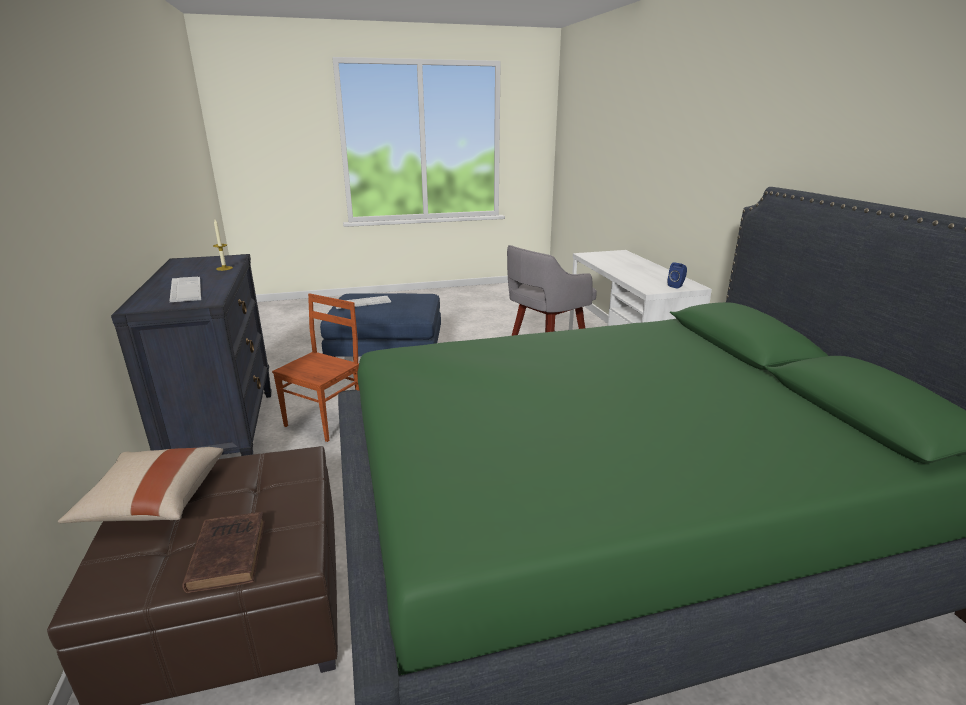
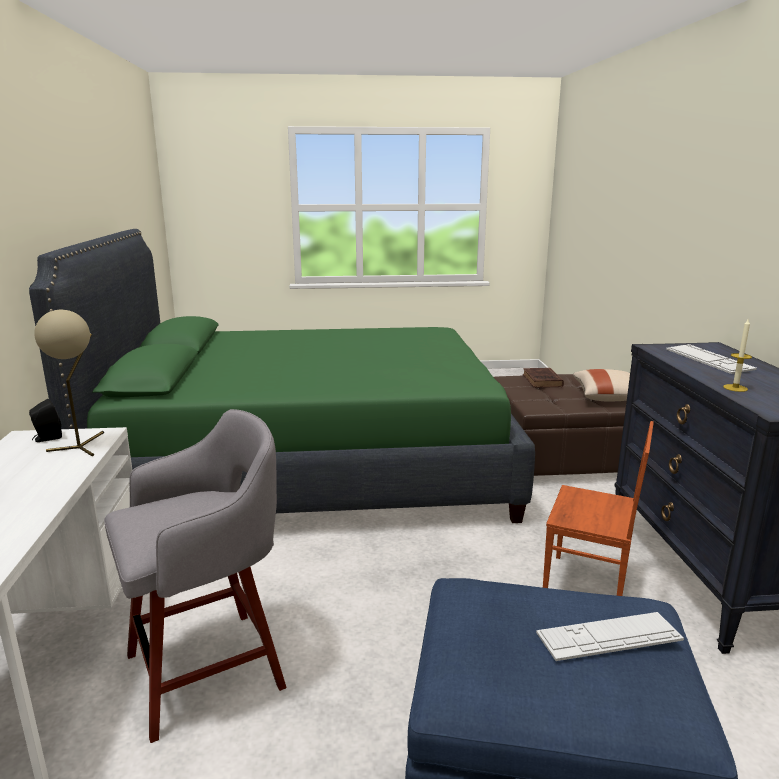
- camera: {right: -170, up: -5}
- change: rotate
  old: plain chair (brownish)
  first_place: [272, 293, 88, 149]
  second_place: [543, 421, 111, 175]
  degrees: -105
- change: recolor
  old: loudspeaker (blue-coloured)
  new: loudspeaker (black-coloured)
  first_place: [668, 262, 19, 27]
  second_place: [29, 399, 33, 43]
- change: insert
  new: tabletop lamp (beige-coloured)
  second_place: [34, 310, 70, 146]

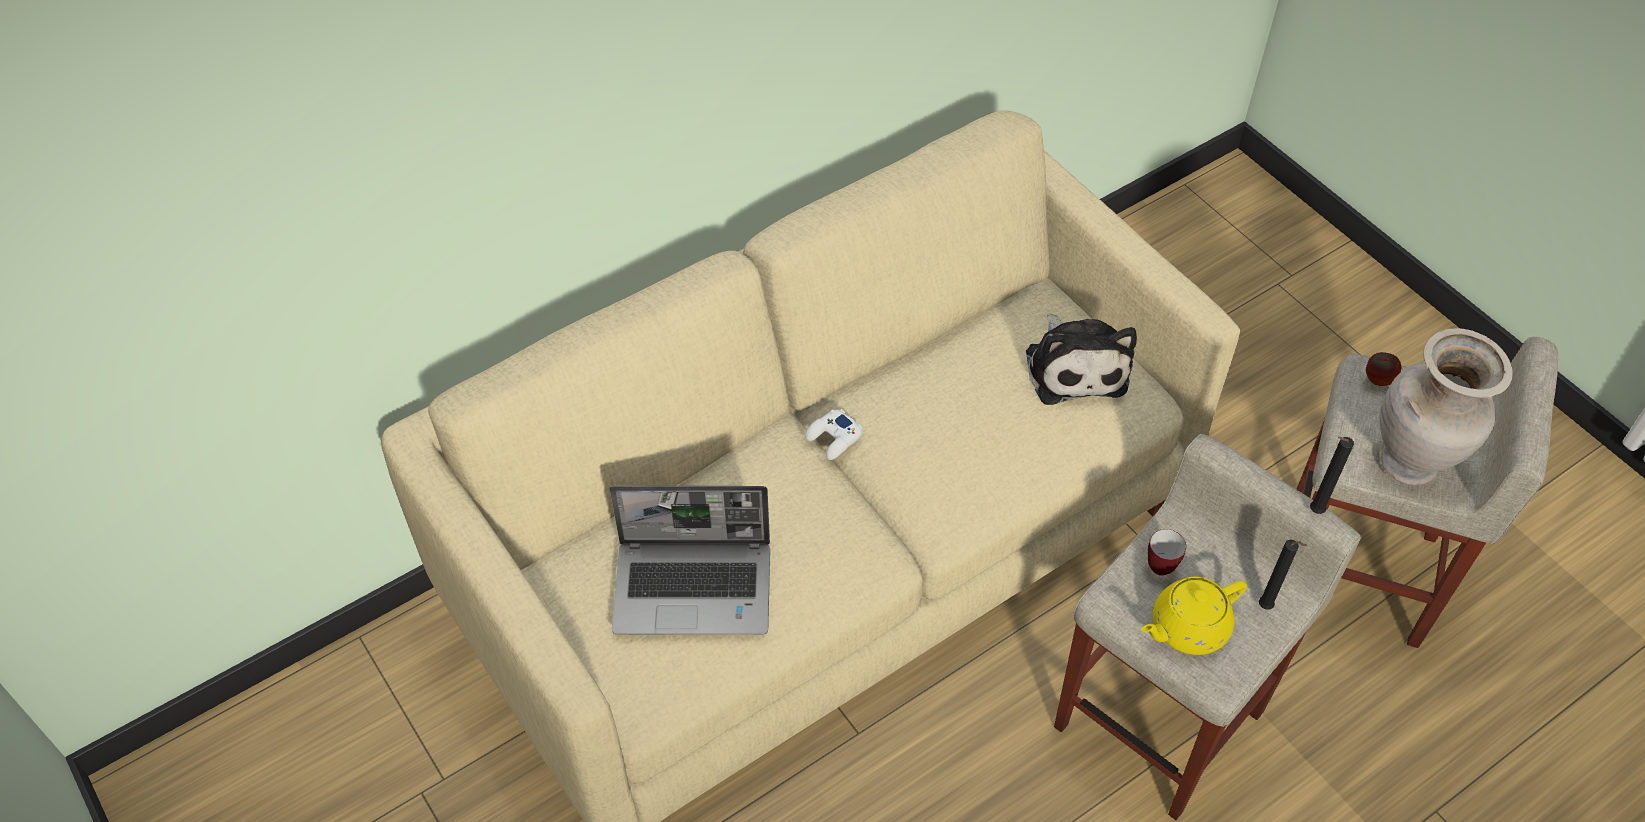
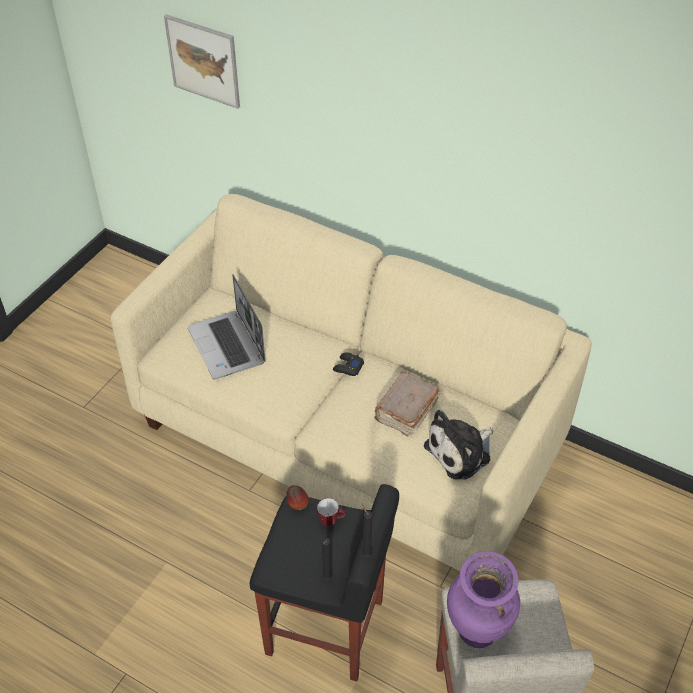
- camera: {right: 65, up: -5}
- change: recolor
  old: game controller (white)
  new: game controller (black-coloured)
  first_place: [805, 409, 57, 51]
  second_place: [333, 352, 31, 24]
- change: recolor
  old: stool (beige-coloured)
  new: stool (black-coloured)
  first_place: [1054, 434, 308, 386]
  second_place: [250, 484, 149, 198]
- change: delete
  old: tea pot (yellowish)
  first_place: [1141, 576, 106, 79]
- change: move
  old: apple
  first_place: [1366, 352, 35, 34]
  second_place: [287, 485, 22, 25]
- change: recolor
  old: vase (beige-coloured)
  new: vase (purple)
  first_place: [1379, 328, 134, 157]
  second_place: [447, 551, 73, 97]
- change: insert
  new: wall art
  second_place: [164, 14, 76, 95]
- change: insert
  new: bound book (brownish)
  second_place: [374, 372, 66, 64]

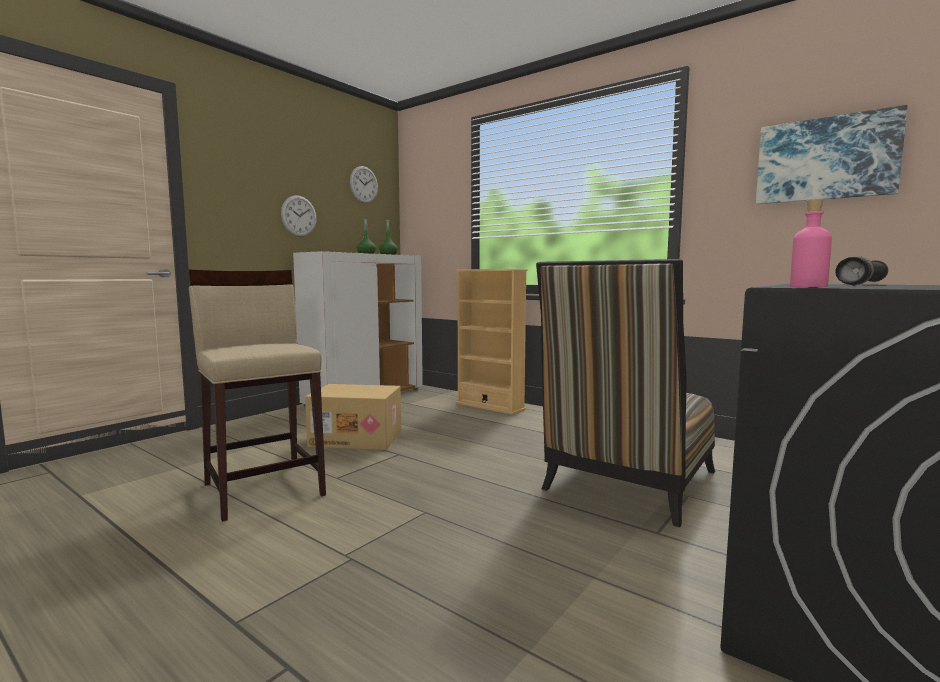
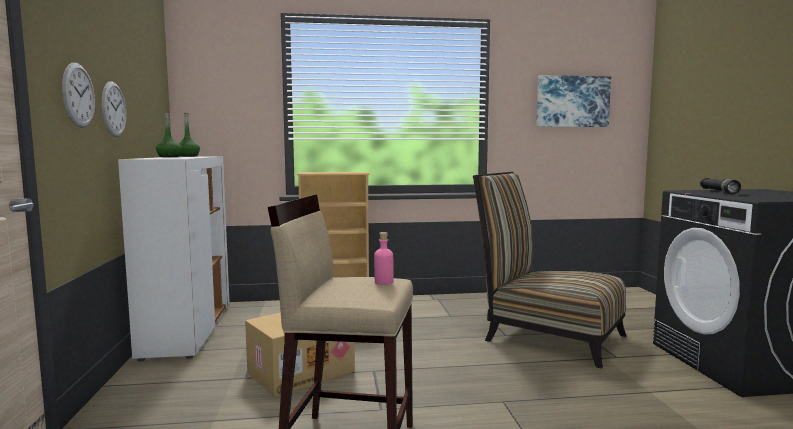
- camera: {right: -45, up: 0}
- change: move
  old: hanging clock
  first_place: [350, 166, 28, 37]
  second_place: [62, 63, 33, 65]
- change: rotate
  old: plain chair
  first_place: [536, 259, 179, 268]
  second_place: [473, 172, 153, 197]
  degrees: 135
- change: move
  old: bottle (pinkish)
  first_place: [790, 199, 42, 88]
  second_place: [374, 232, 20, 53]

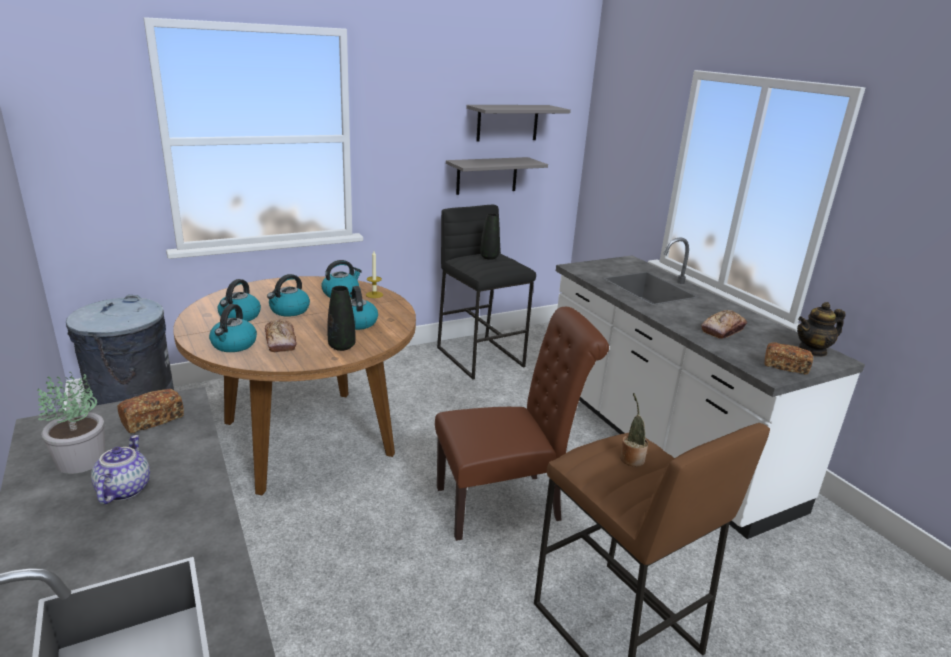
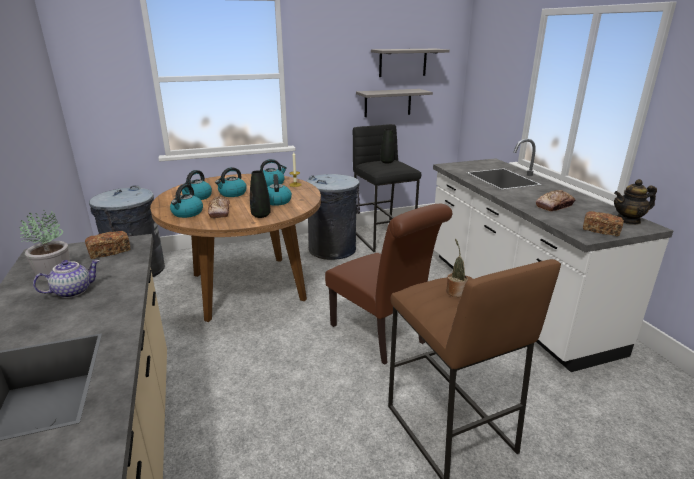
- camera: {right: 10, up: 0}
- change: rotate
  old: tea pot
  first_place: [91, 435, 59, 69]
  second_place: [33, 260, 67, 38]
  degrees: 45
- change: rotate
  old: plain chair (brownish)
  first_place: [435, 307, 174, 234]
  second_place: [325, 204, 127, 161]
  degrees: 60
- change: insert
  new: trash can (grey)
  second_place: [306, 174, 54, 86]

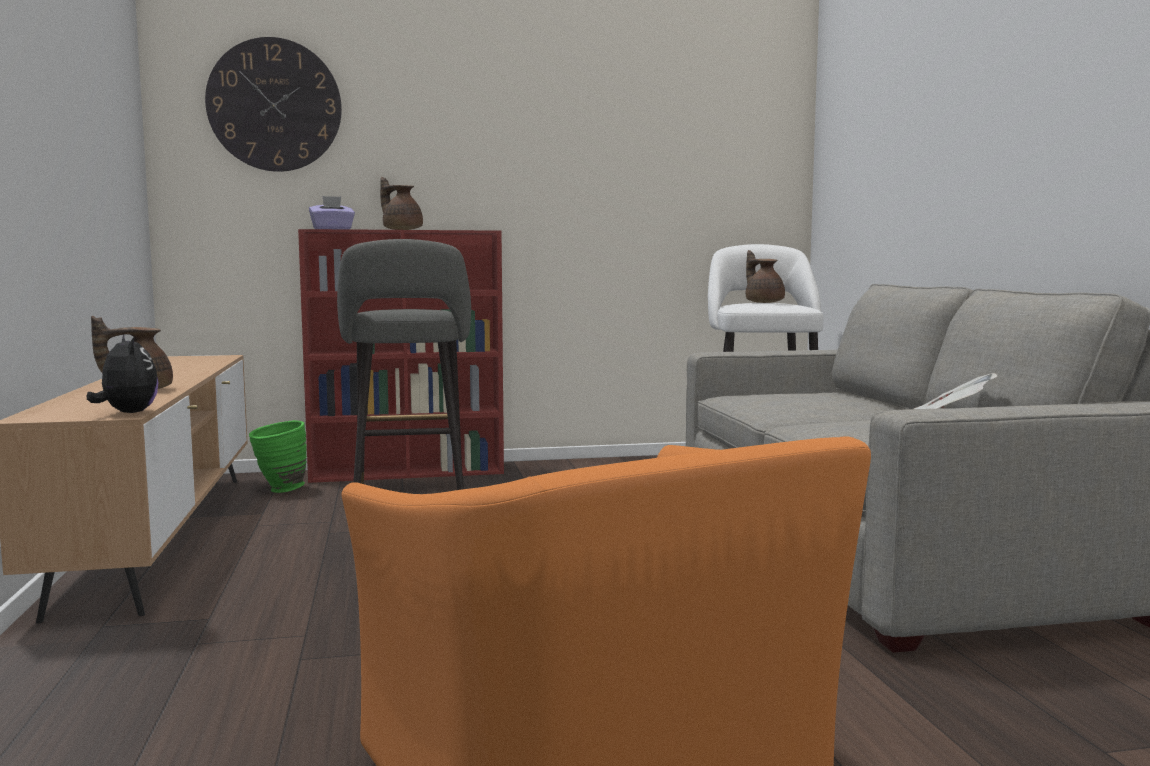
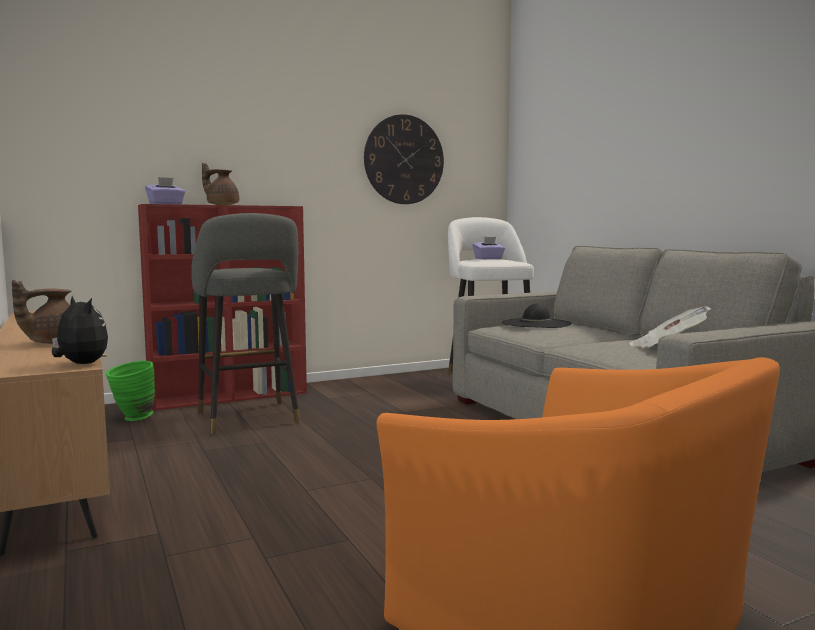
- camera: {right: -15, up: 0}
- change: move
  old: hanging clock
  first_place: [205, 37, 137, 135]
  second_place: [364, 114, 80, 90]
- change: replace
  old: tea pot (brownish)
  new: tissue holder (purple)
  first_place: [746, 250, 39, 53]
  second_place: [473, 237, 32, 22]
- change: insert
  new: clothing hat (black-coloured)
  second_place: [502, 304, 70, 24]

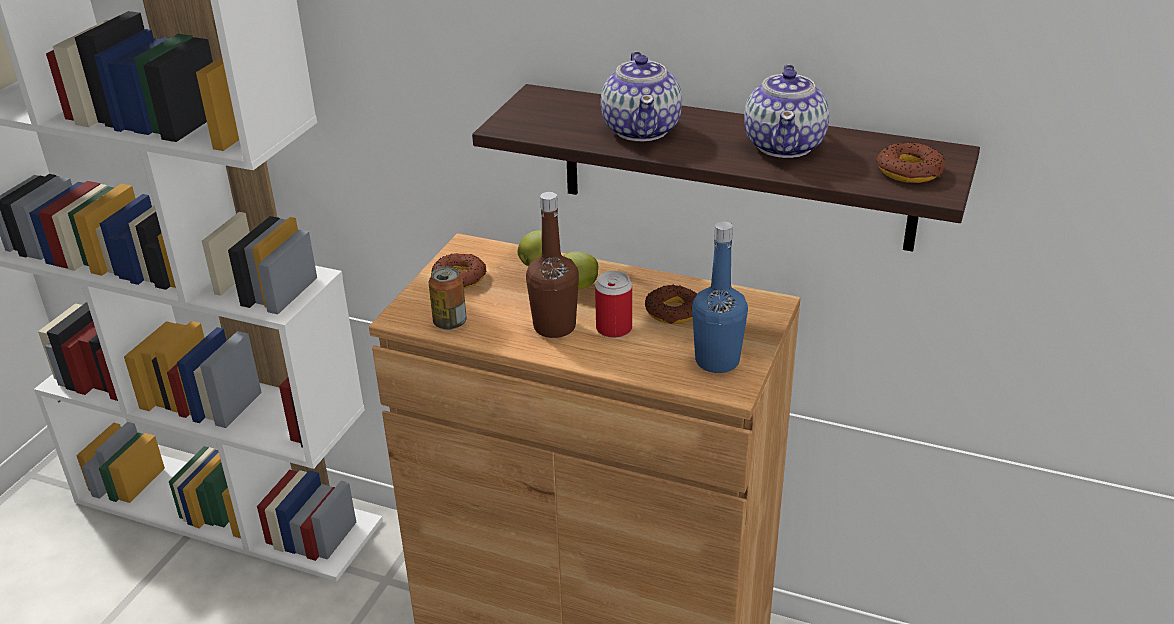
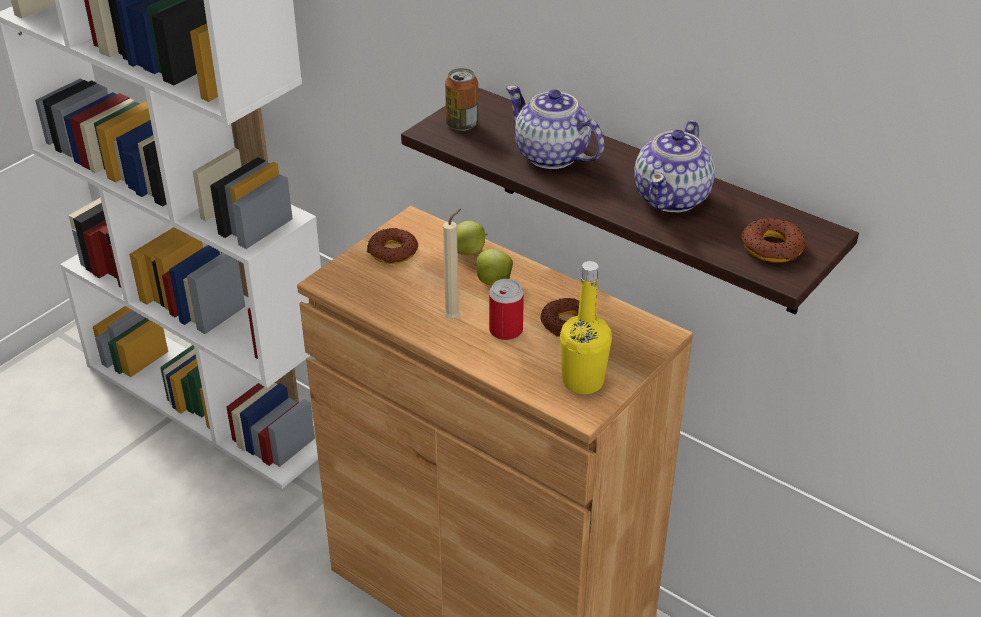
- camera: {right: 15, up: 5}
- change: move
  old: can
  first_place: [429, 266, 38, 64]
  second_place: [445, 68, 33, 63]
- change: replace
  old: bottle (brownish)
  new: candle (beige-coloured)
  first_place: [526, 192, 53, 146]
  second_place: [443, 209, 18, 110]
- change: rotate
  old: tea pot
  first_place: [601, 51, 81, 90]
  second_place: [506, 85, 98, 84]
  degrees: 120
- change: recolor
  old: bottle (blue-coloured)
  new: bottle (yellowish)
  first_place: [692, 221, 56, 152]
  second_place: [560, 261, 52, 134]

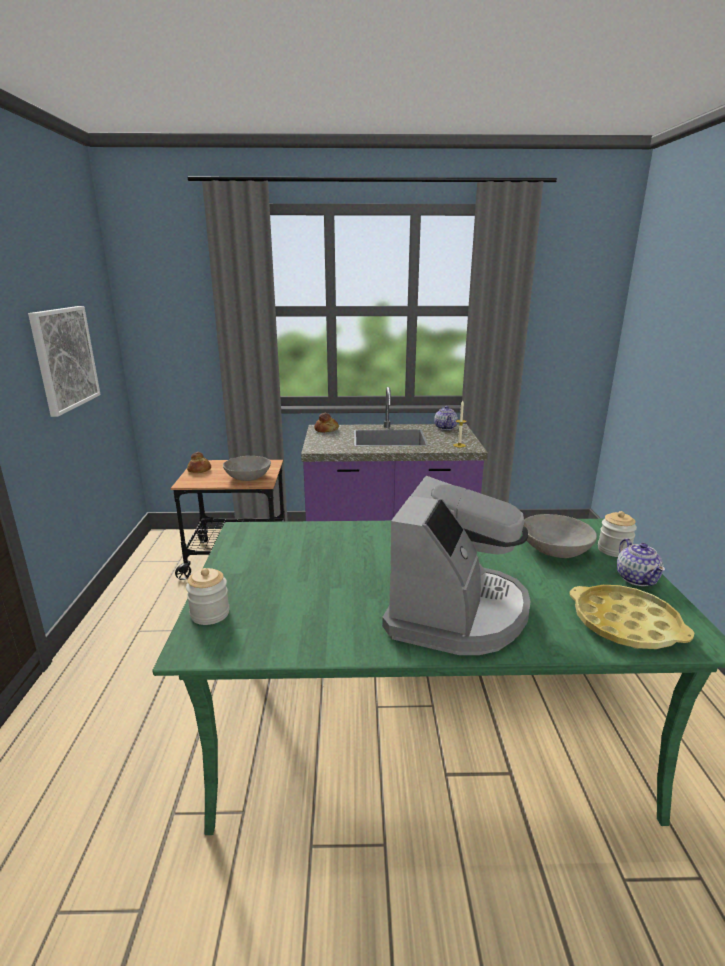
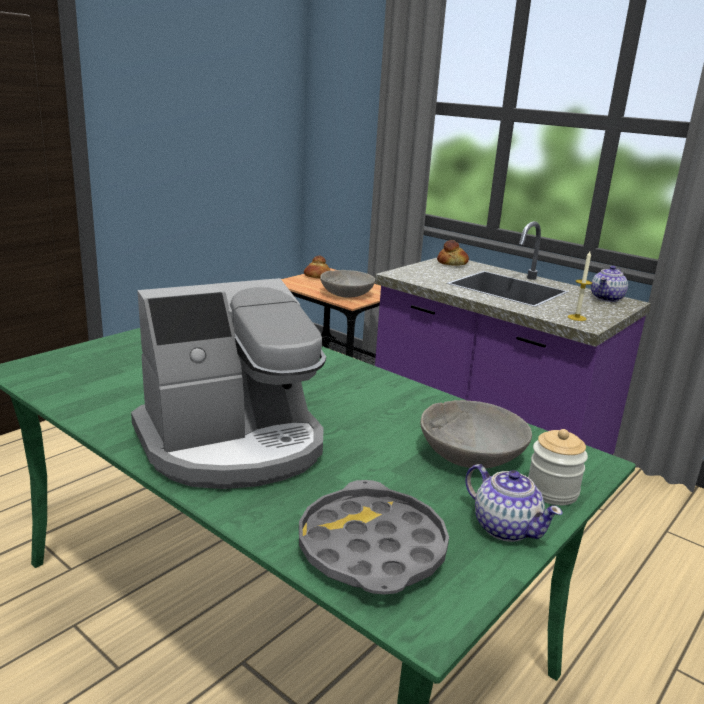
- camera: {right: 40, up: 0}
- change: delete
  old: wall art
  first_place: [28, 306, 73, 111]
- change: delete
  old: storage jar
  first_place: [186, 568, 44, 57]
- change: recolor
  old: carrying tray (yellowish)
  new: carrying tray (grey)
  first_place: [569, 585, 125, 64]
  second_place: [299, 480, 150, 115]
- change: rotate
  old: tea pot
  first_place: [617, 538, 49, 48]
  second_place: [465, 464, 97, 78]
  degrees: -75

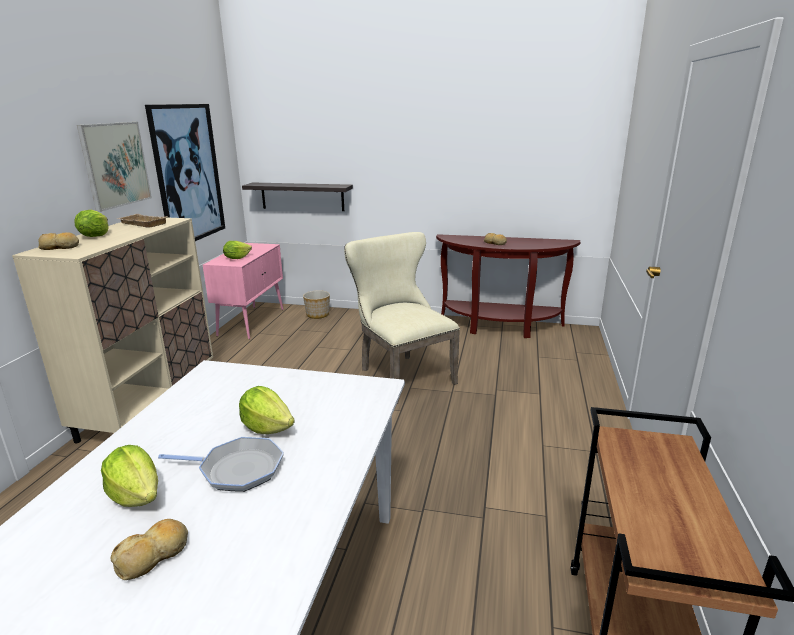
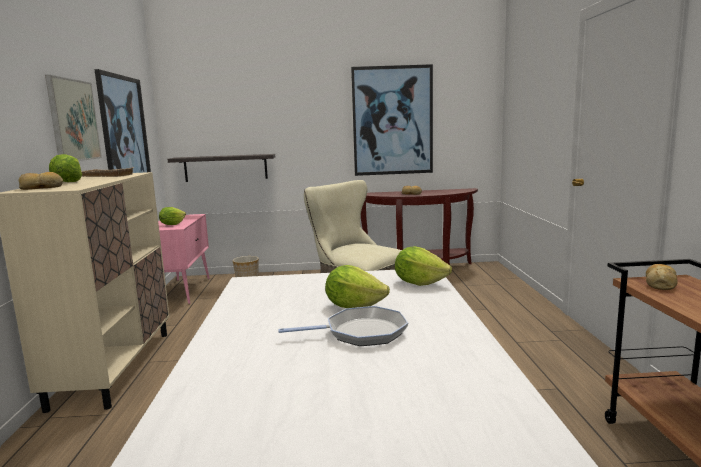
- camera: {right: -15, up: -10}
- change: move
  old: lettuce head
  first_place: [101, 445, 57, 62]
  second_place: [395, 246, 57, 40]
- change: move
  old: baked bread
  first_place: [111, 519, 77, 61]
  second_place: [646, 264, 32, 26]
- change: insert
  new: wall art
  second_place: [351, 64, 82, 112]

